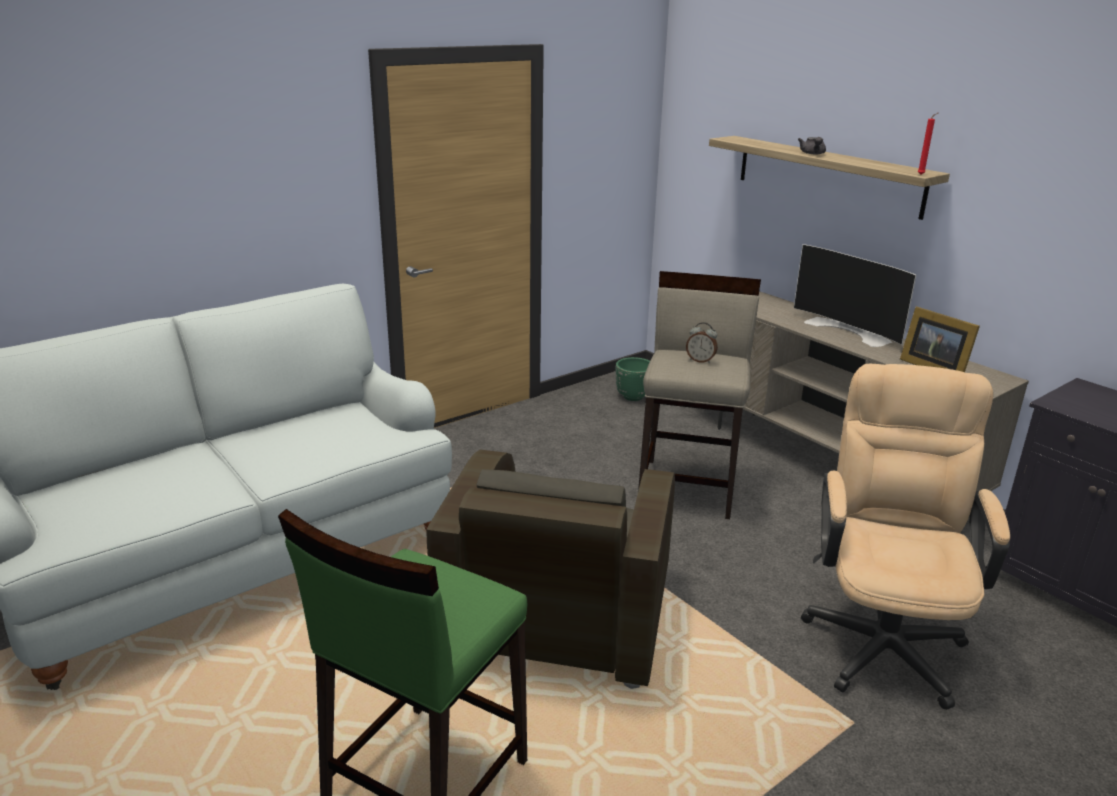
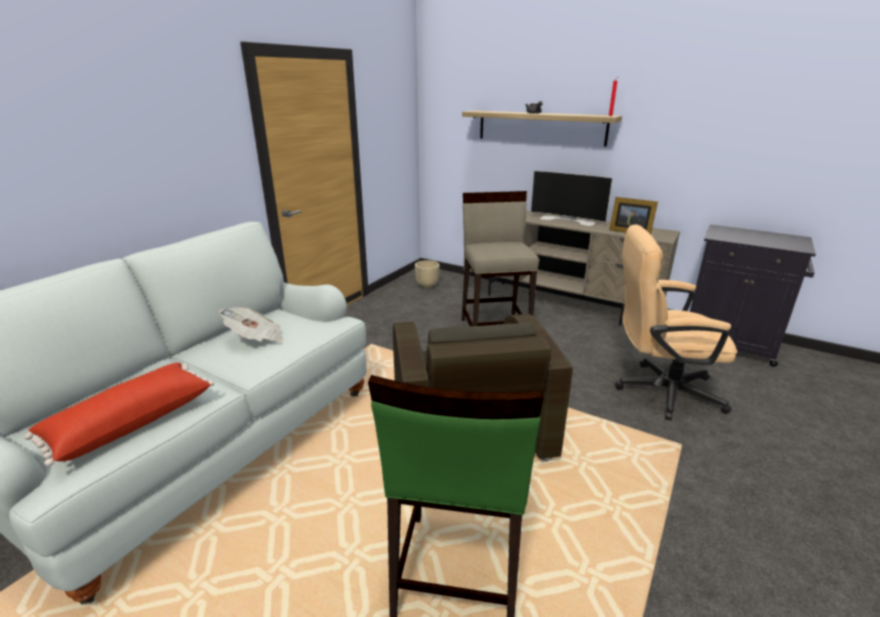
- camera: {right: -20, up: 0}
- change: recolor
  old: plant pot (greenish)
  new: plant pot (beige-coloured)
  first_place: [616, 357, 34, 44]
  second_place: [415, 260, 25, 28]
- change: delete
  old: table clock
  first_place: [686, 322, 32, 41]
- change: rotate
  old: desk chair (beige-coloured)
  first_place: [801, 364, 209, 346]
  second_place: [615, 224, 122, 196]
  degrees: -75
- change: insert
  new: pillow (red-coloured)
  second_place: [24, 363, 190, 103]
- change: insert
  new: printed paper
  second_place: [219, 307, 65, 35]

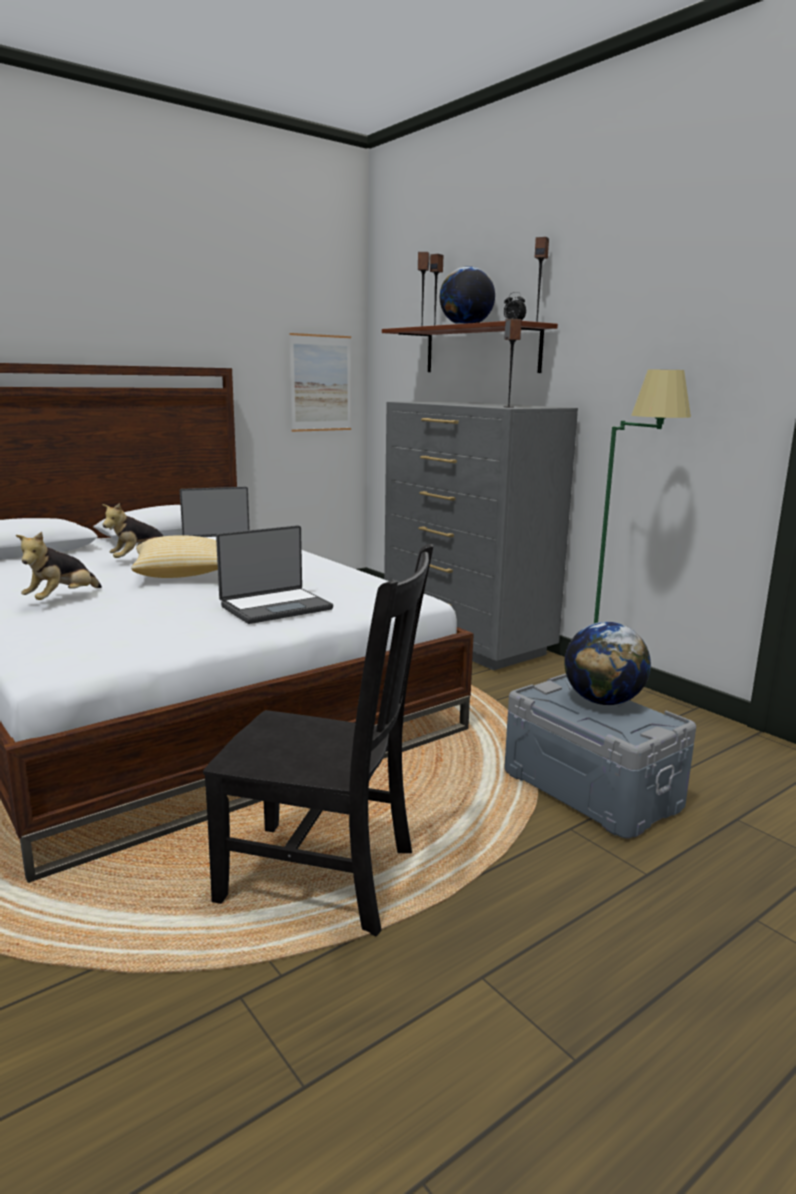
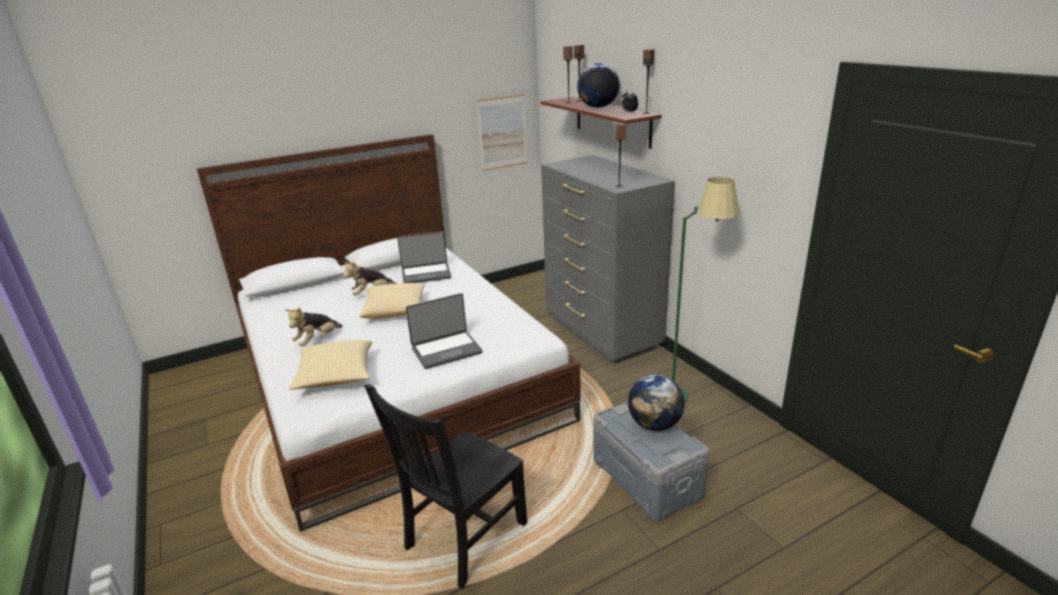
- camera: {right: 10, up: 10}
- change: rotate
  old: plain chair (black-coloured)
  first_place: [203, 544, 230, 392]
  second_place: [364, 384, 163, 205]
  degrees: 105
- change: insert
  new: pillow
  second_place: [289, 340, 83, 50]

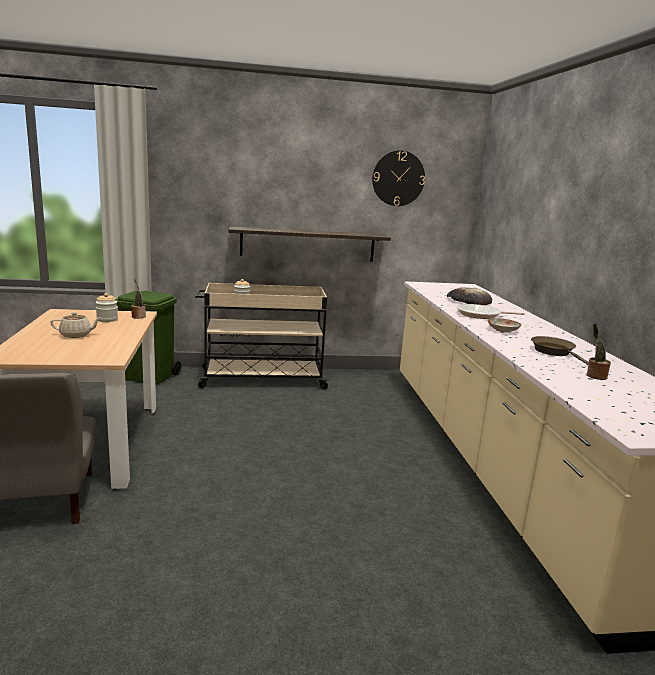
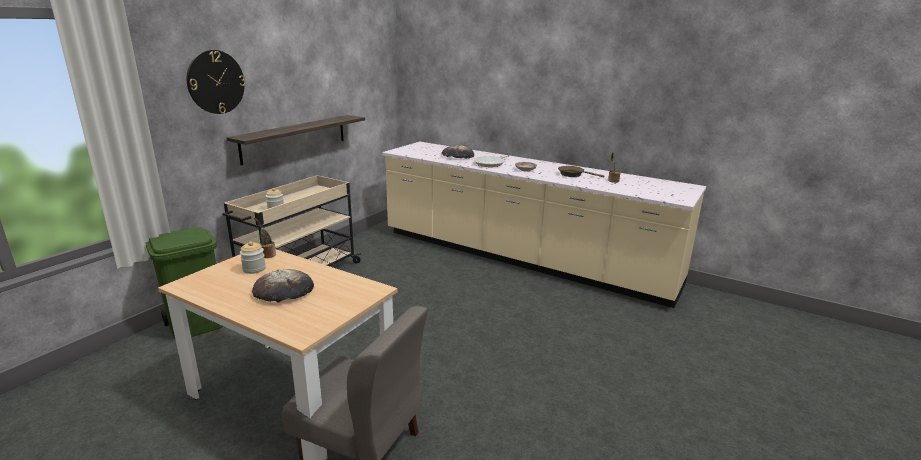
- camera: {right: -50, up: 5}
- change: replace
  old: tea pot (beige-coloured)
  new: baked bread
  first_place: [50, 312, 51, 26]
  second_place: [252, 269, 62, 33]
- change: move
  old: hanging clock
  first_place: [372, 150, 53, 56]
  second_place: [187, 50, 58, 64]

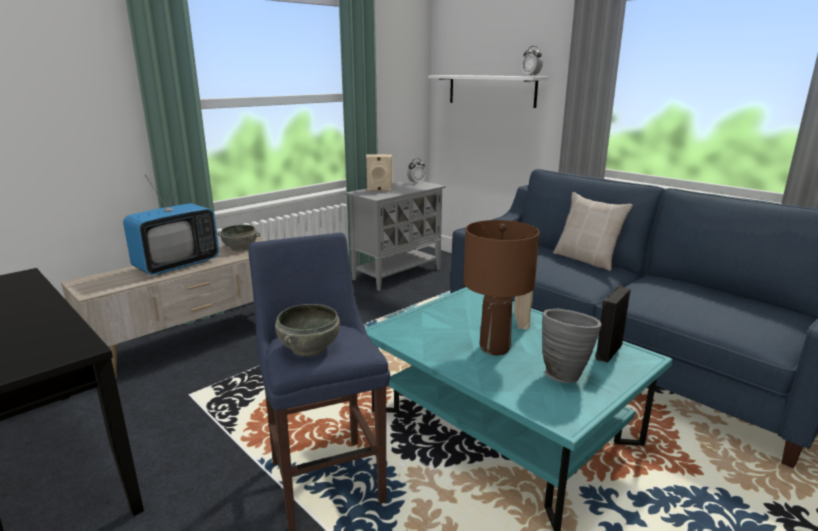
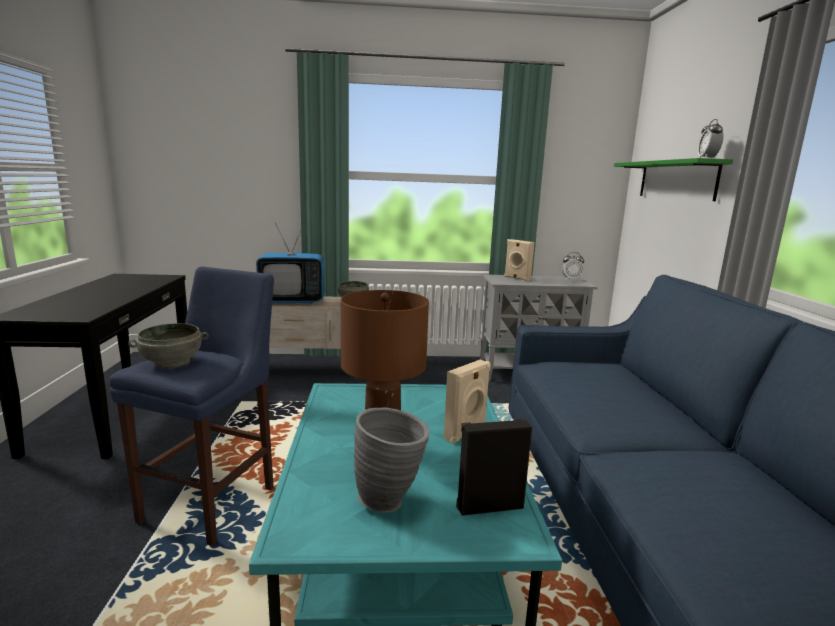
- camera: {right: 40, up: -5}
- change: recolor
  old: wall shelf (white)
  new: wall shelf (greenish)
  first_place: [428, 75, 120, 33]
  second_place: [614, 158, 119, 43]
- change: delete
  old: pillow (beige-coloured)
  first_place: [553, 192, 80, 79]

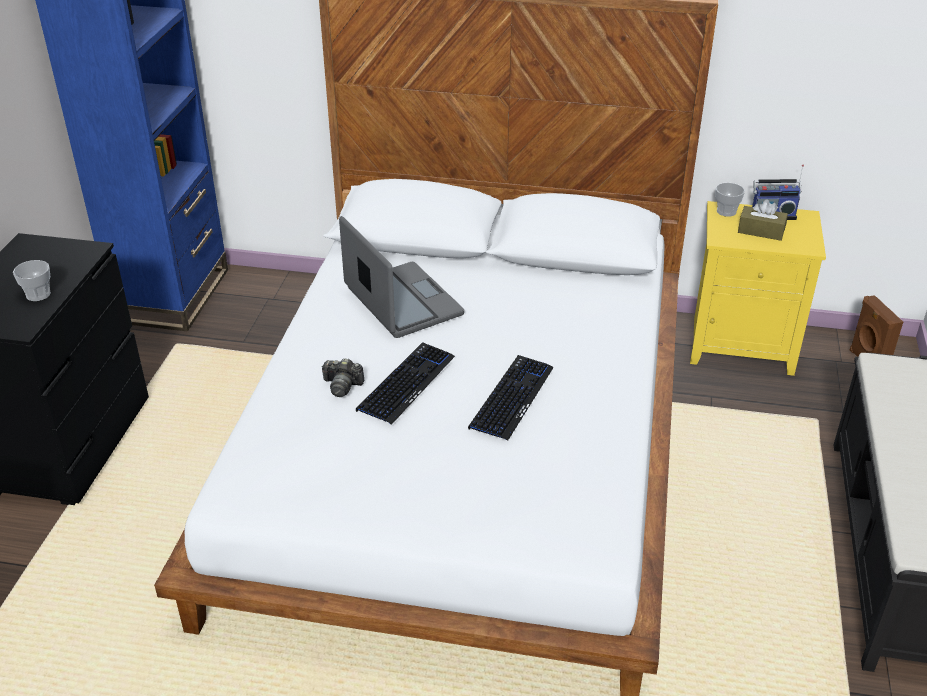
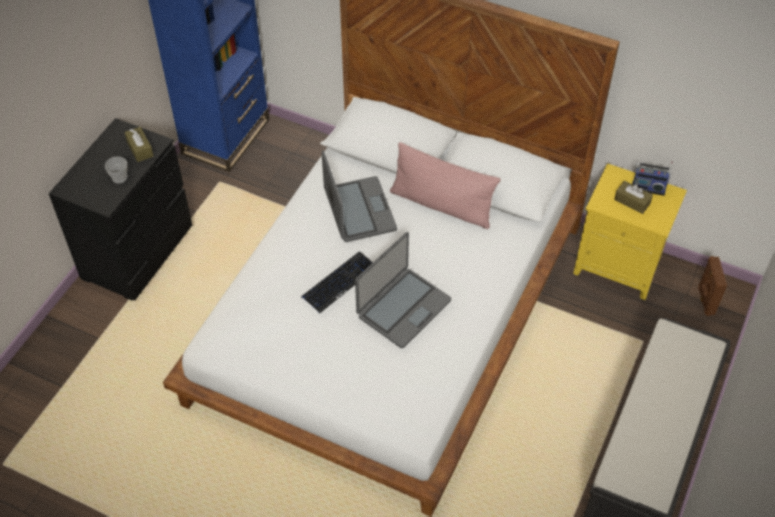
- camera: {right: 15, up: 15}
- change: delete
  old: photo camera
  first_place: [321, 358, 43, 39]
- change: replace
  old: keyboard
  new: portable computer
  first_place: [468, 355, 86, 86]
  second_place: [355, 232, 96, 116]
- change: delete
  old: drinking cup
  first_place: [716, 183, 29, 34]
- change: insert
  new: tissue holder (brownish)
  second_place: [124, 127, 30, 35]
- change: insert
  new: pillow (pinkish)
  second_place: [390, 142, 110, 87]

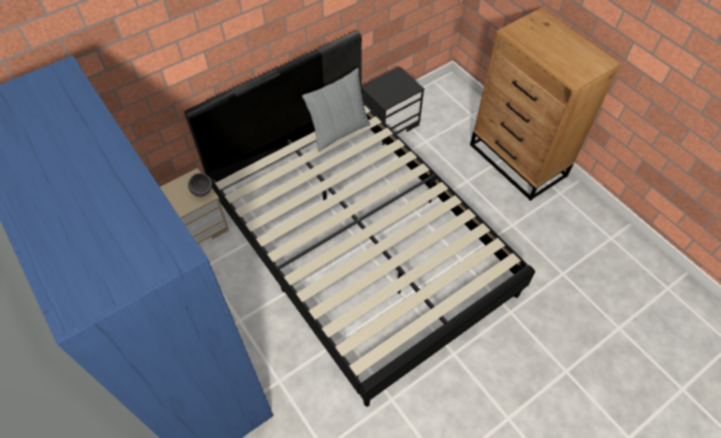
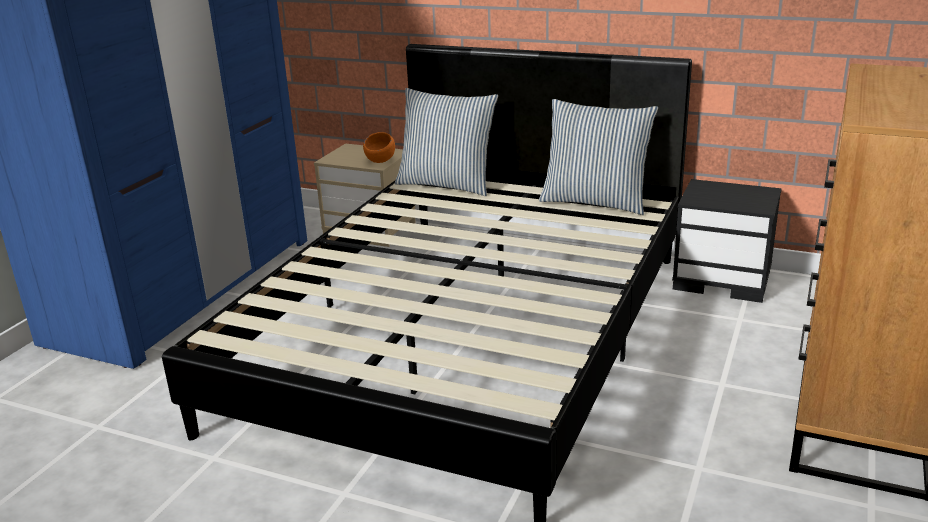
- camera: {right: 60, up: -30}
- change: recolor
  old: bowl (grey)
  new: bowl (orange)
  first_place: [188, 173, 24, 24]
  second_place: [363, 132, 32, 31]
- change: insert
  new: pillow
  second_place: [395, 88, 103, 108]

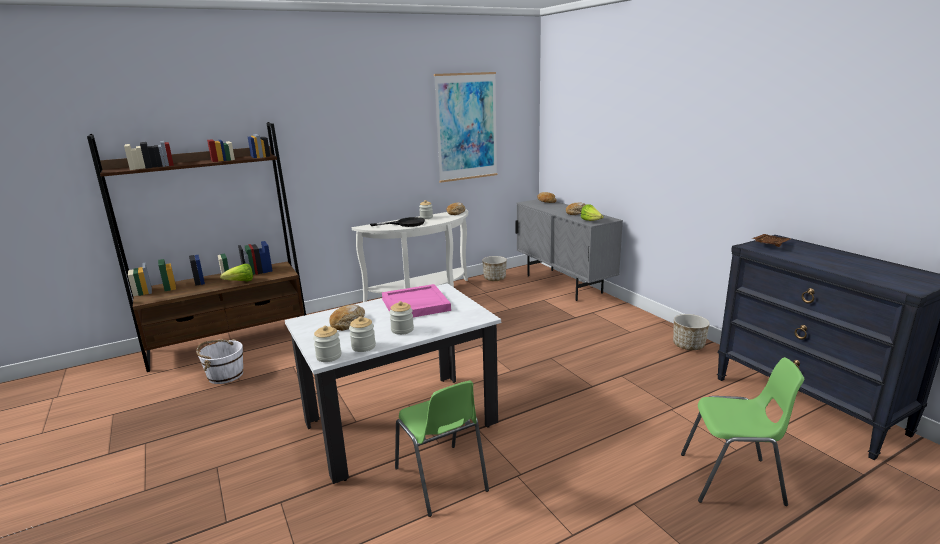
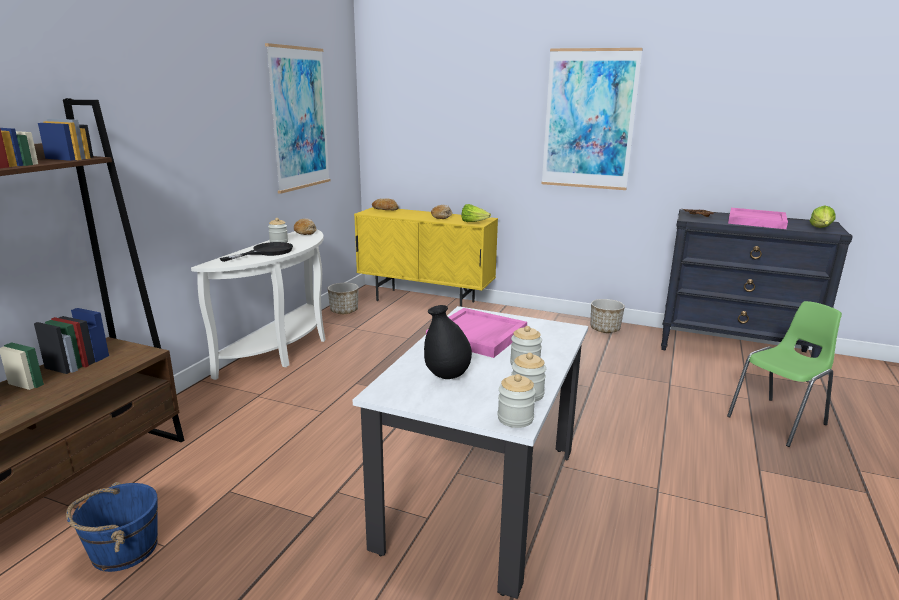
- camera: {right: -40, up: 0}
- change: recolor
  old: pail (white)
  new: pail (blue-coloured)
  first_place: [196, 339, 47, 45]
  second_place: [66, 482, 92, 90]
- change: move
  old: lettuce head
  first_place: [220, 264, 33, 17]
  second_place: [810, 205, 26, 23]
- change: replace
  old: baked bread
  new: vase (black-coloured)
  first_place: [329, 304, 36, 27]
  second_place: [424, 305, 48, 74]
- change: delete
  old: plain chair (greenish)
  first_place: [395, 381, 94, 136]
- change: recolor
  old: storage cabinet (grey)
  new: storage cabinet (yellowish)
  first_place: [515, 199, 108, 102]
  second_place: [354, 207, 144, 100]
- change: insert
  new: wall art
  second_place: [541, 48, 102, 142]
- change: insert
  new: carrying tray (pinkish)
  second_place: [728, 208, 60, 21]

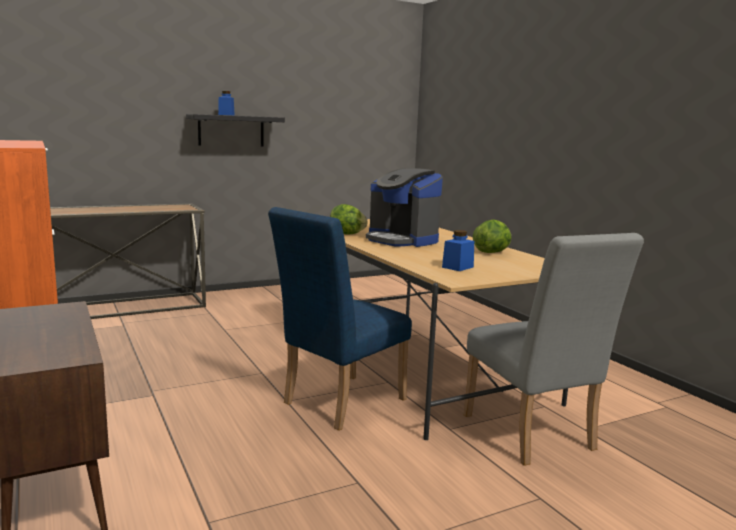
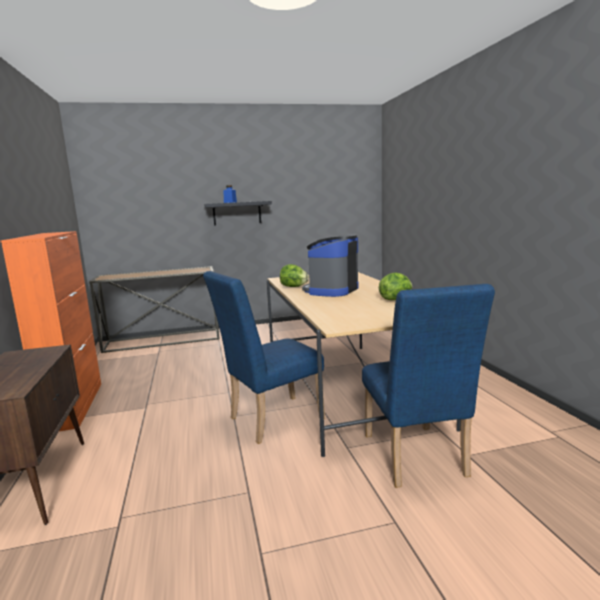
- camera: {right: 15, up: 0}
- change: rotate
  old: coffee brewer
  first_place: [366, 168, 77, 79]
  second_place: [302, 234, 57, 63]
  degrees: 60
- change: delete
  old: storage jar (blue-coloured)
  first_place: [442, 230, 32, 41]
- change: recolor
  old: plain chair (grey)
  new: plain chair (blue-coloured)
  first_place: [464, 233, 180, 233]
  second_place: [362, 284, 133, 204]

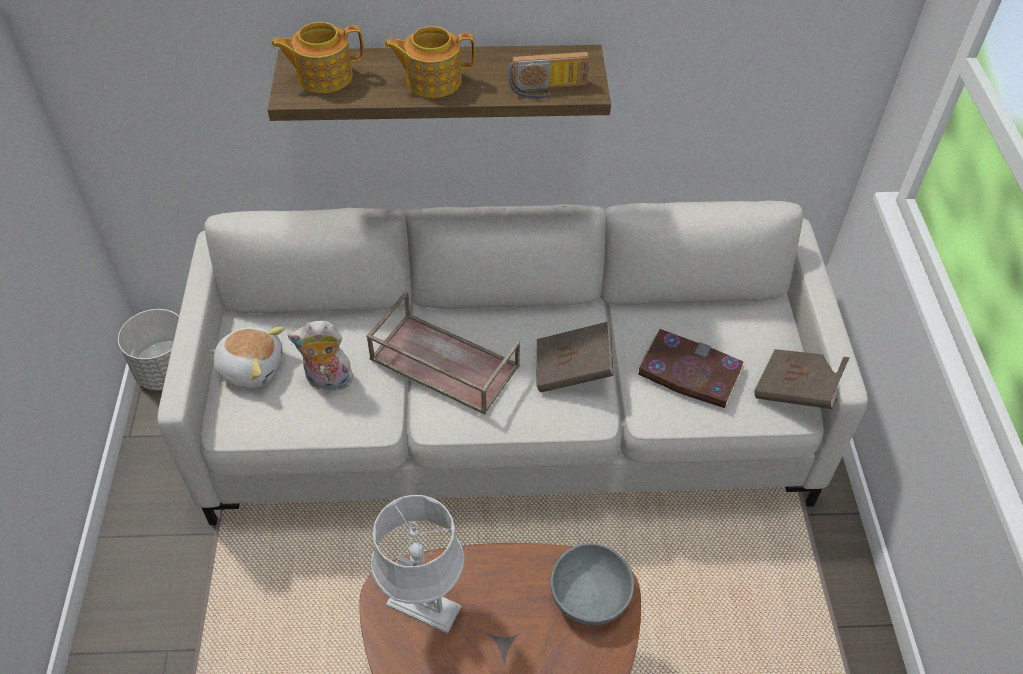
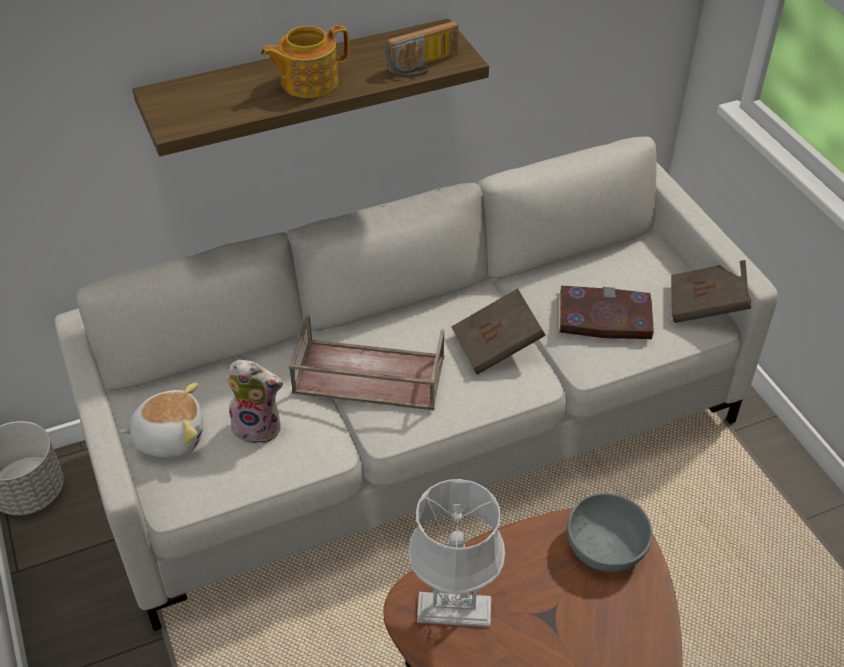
- camera: {right: -20, up: -5}
- change: delete
  old: tea pot
  first_place: [271, 22, 93, 71]
- change: rotate
  old: soft toy
  first_place: [288, 321, 68, 70]
  second_place: [227, 360, 56, 84]
  degrees: -150

